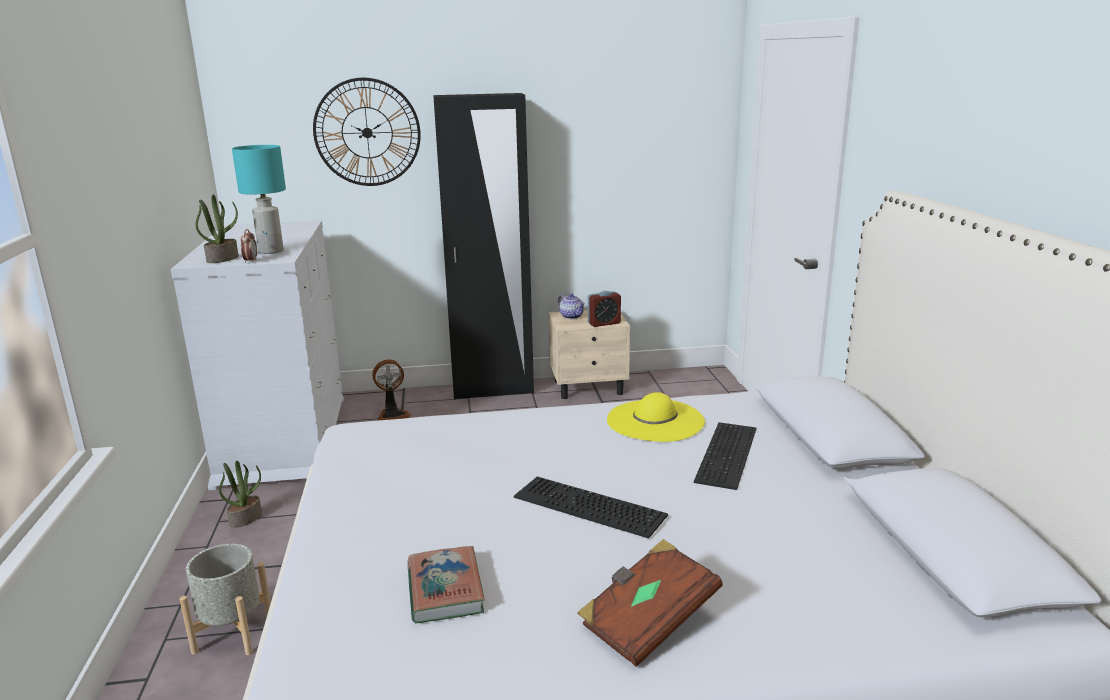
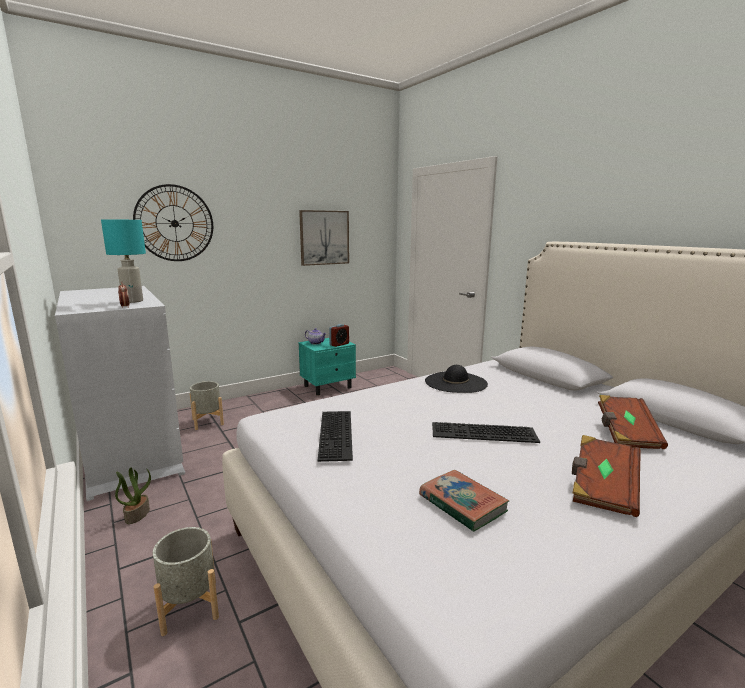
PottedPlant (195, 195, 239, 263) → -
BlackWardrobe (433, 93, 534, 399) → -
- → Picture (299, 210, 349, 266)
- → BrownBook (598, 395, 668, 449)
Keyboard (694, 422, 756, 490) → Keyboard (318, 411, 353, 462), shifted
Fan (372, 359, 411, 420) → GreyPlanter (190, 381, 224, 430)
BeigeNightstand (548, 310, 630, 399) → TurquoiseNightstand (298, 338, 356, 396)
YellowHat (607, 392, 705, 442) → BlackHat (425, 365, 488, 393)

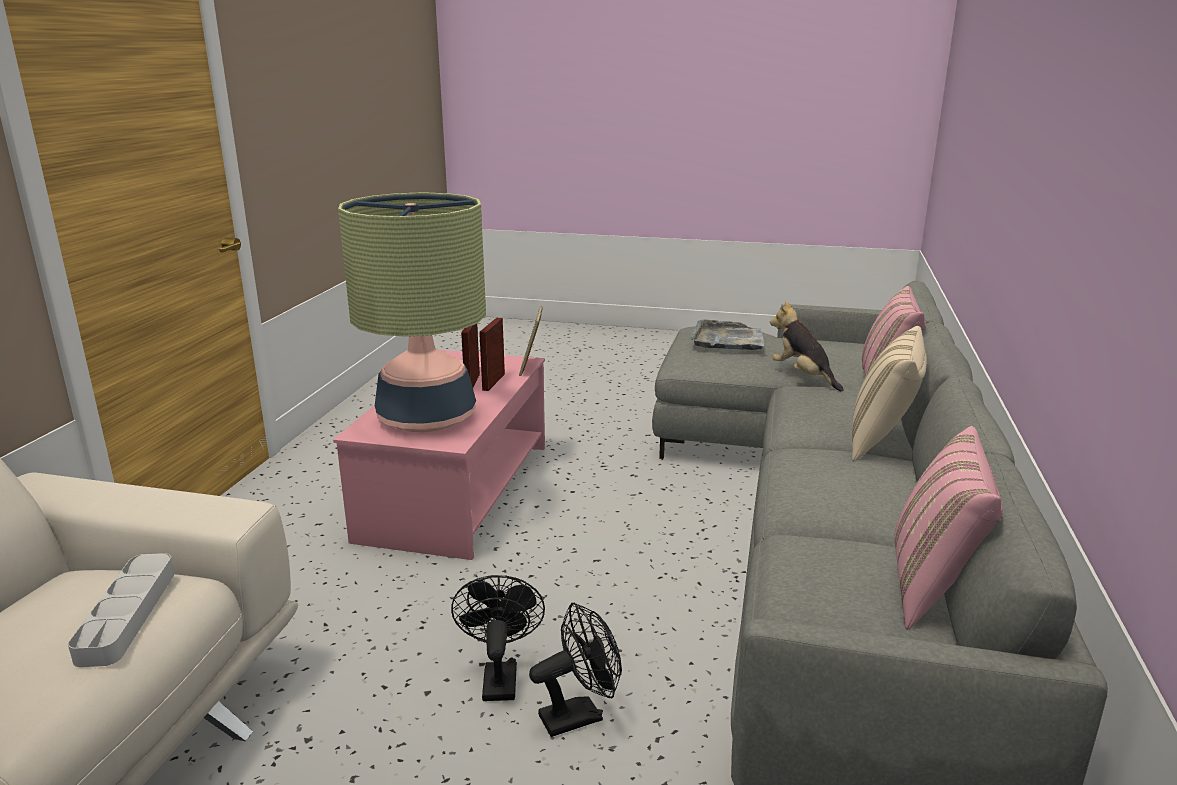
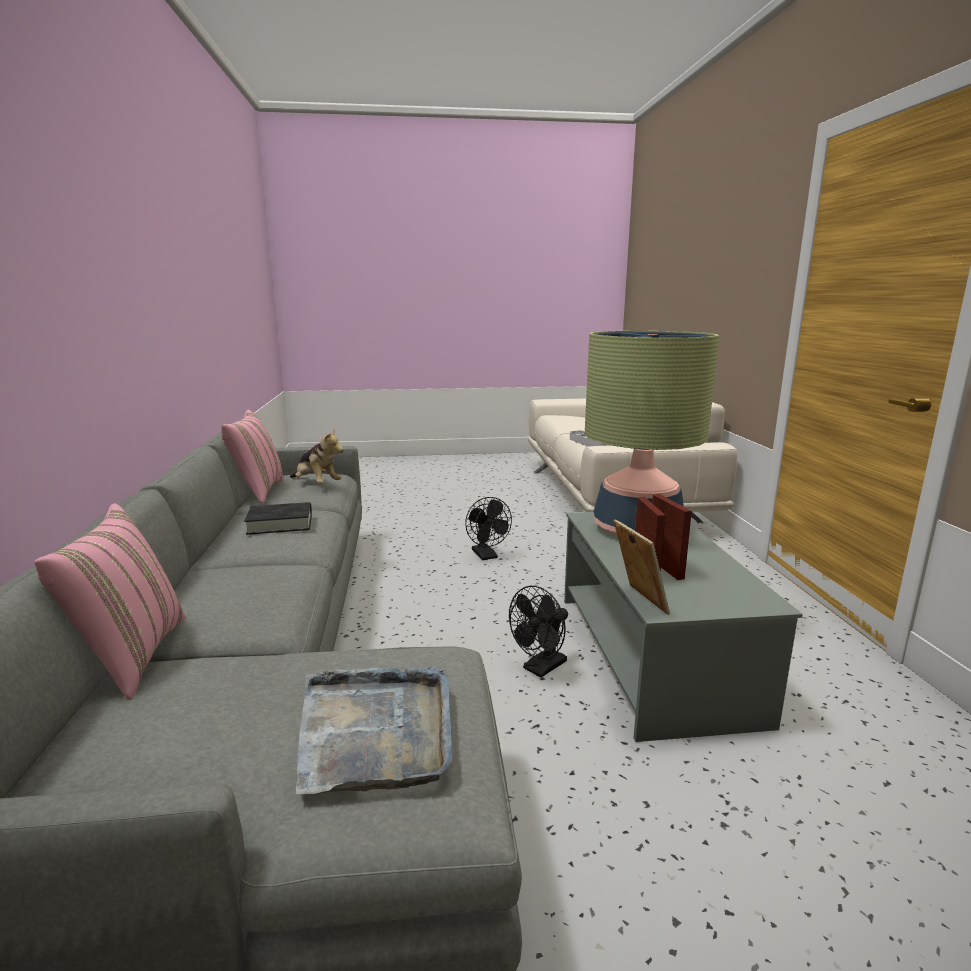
BeigePillow (852, 326, 927, 461) → -
- → BlackBook (244, 502, 312, 535)
BlackFan (529, 603, 622, 737) → BlackFan (509, 586, 568, 678), shifted
PlushToy (770, 301, 844, 392) → PlushToy (290, 428, 344, 483), shifted
PinkCoffeeTable (333, 350, 545, 560) → GreyCoffeeTable (564, 512, 803, 742)

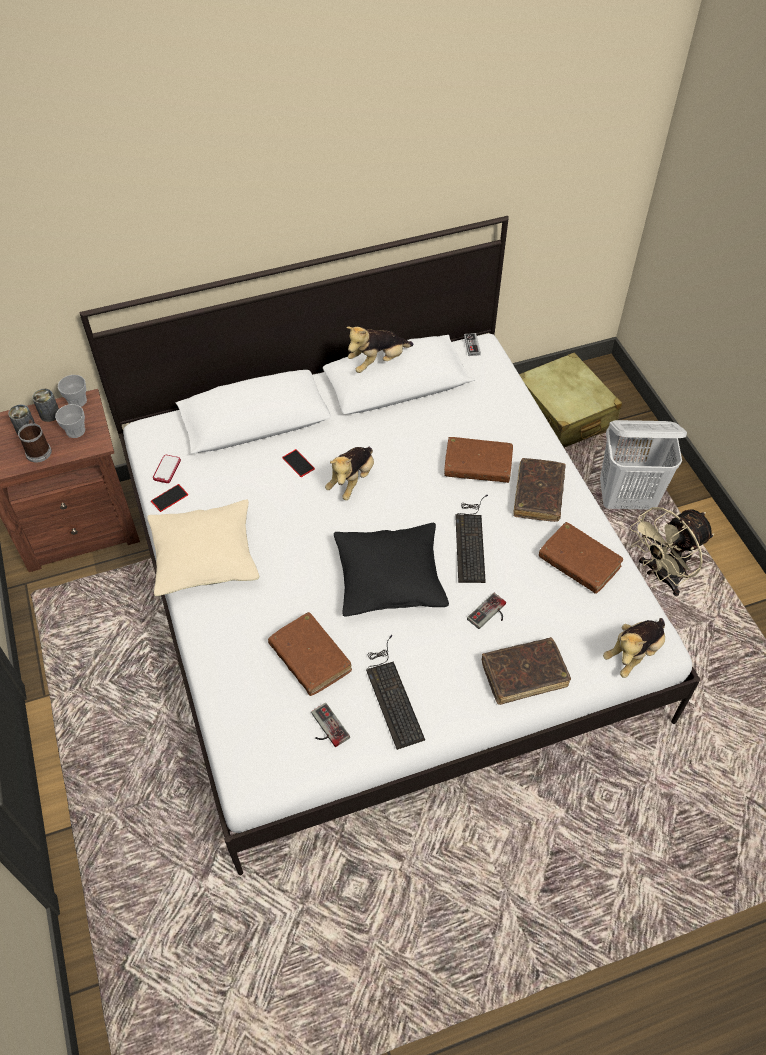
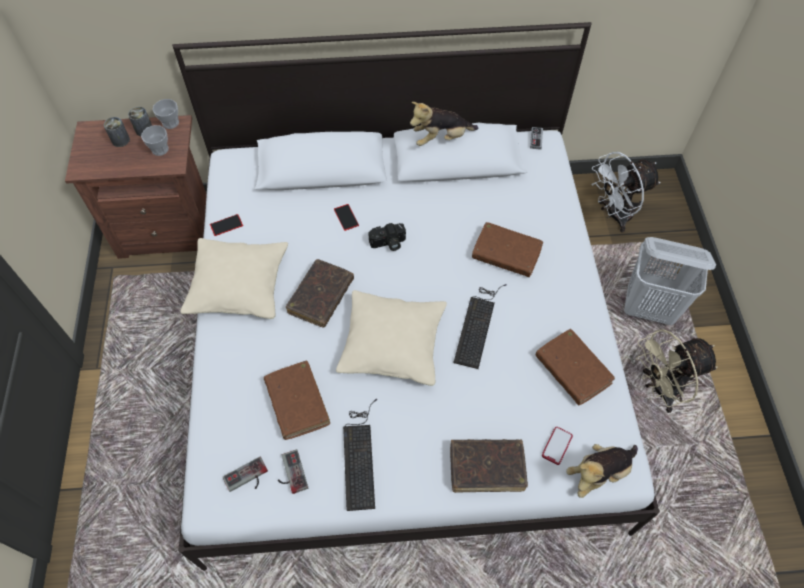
Mug (18, 420, 52, 462) → -
Phone (153, 455, 181, 483) → Phone (542, 427, 573, 465), shifted
GameController (467, 593, 506, 629) → GameController (223, 457, 268, 492), shifted
BrownBook (513, 458, 566, 522) → BrownBook (285, 259, 354, 328), shifted
PlushToy (325, 447, 374, 500) → PhotoCamera (368, 223, 406, 251)
BeigeSuitcase (519, 352, 622, 448) → WhiteFan (592, 152, 660, 233)
BlackPillow (334, 523, 449, 617) → BeigePillow (336, 290, 447, 386)

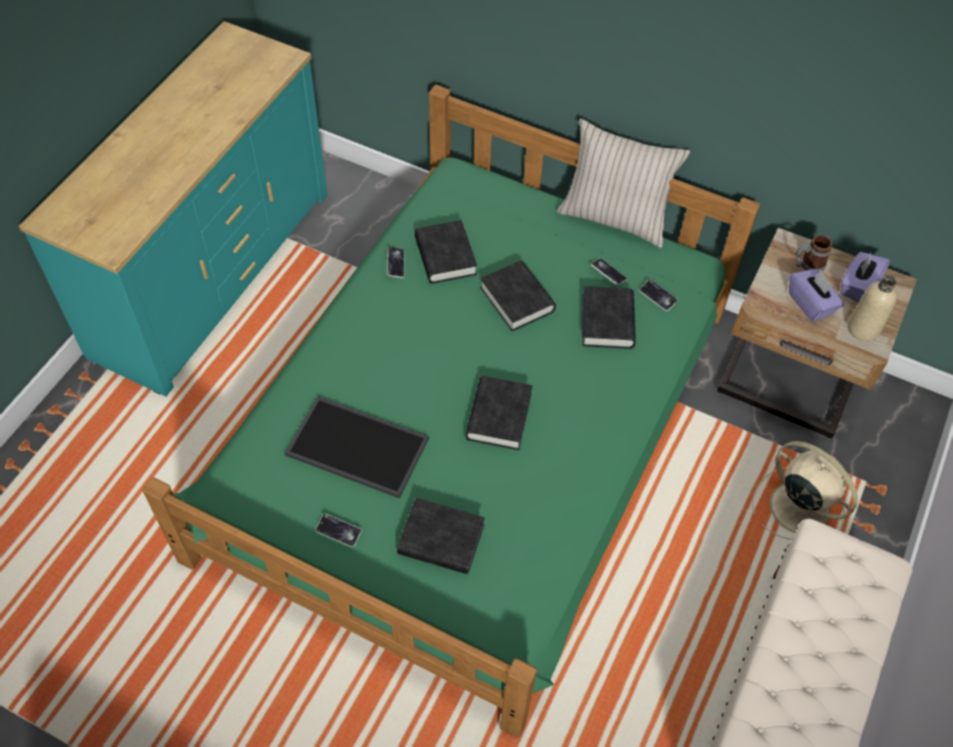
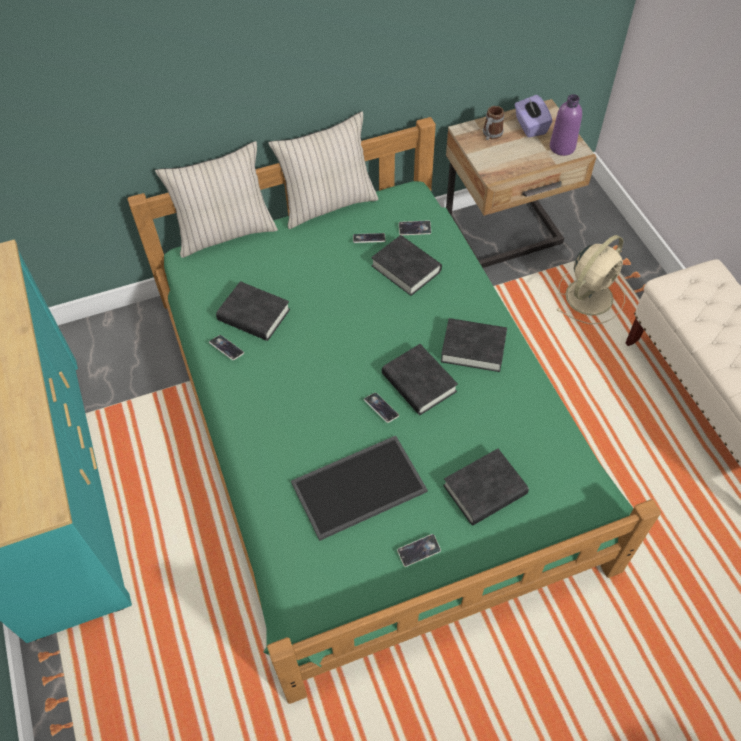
PurpleTissueBox (789, 269, 844, 322) → -
- → BeigePillow (155, 141, 278, 258)
- → Phone (364, 393, 399, 423)
BlackBook (480, 261, 556, 331) → BlackBook (441, 318, 507, 372), shifted
BeigeBottle (848, 275, 897, 341) → PurpleBottle (550, 94, 582, 156)
BeigeFan (752, 441, 858, 540) → BeigeFan (556, 235, 625, 324), 135 degrees clockwise

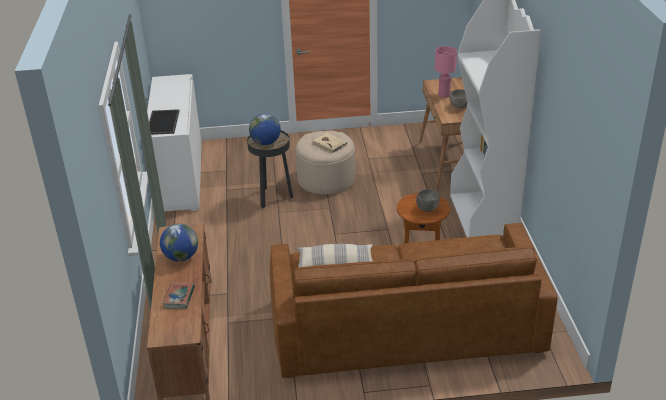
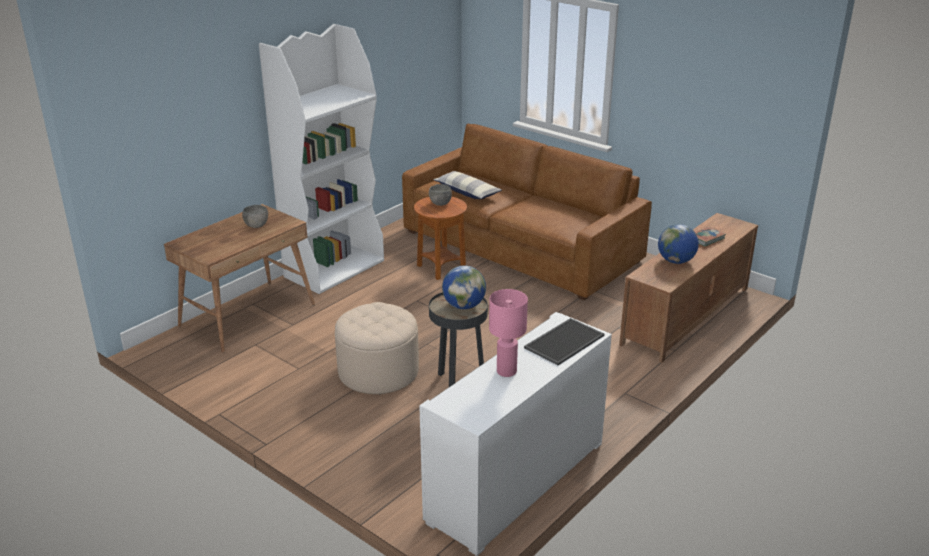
BeigeBook (313, 133, 347, 153) → -
Pillow (298, 244, 373, 268) → Pillow (433, 171, 502, 199), shifted
PinkTableLamp (435, 46, 457, 98) → PinkTableLamp (489, 289, 528, 377), shifted

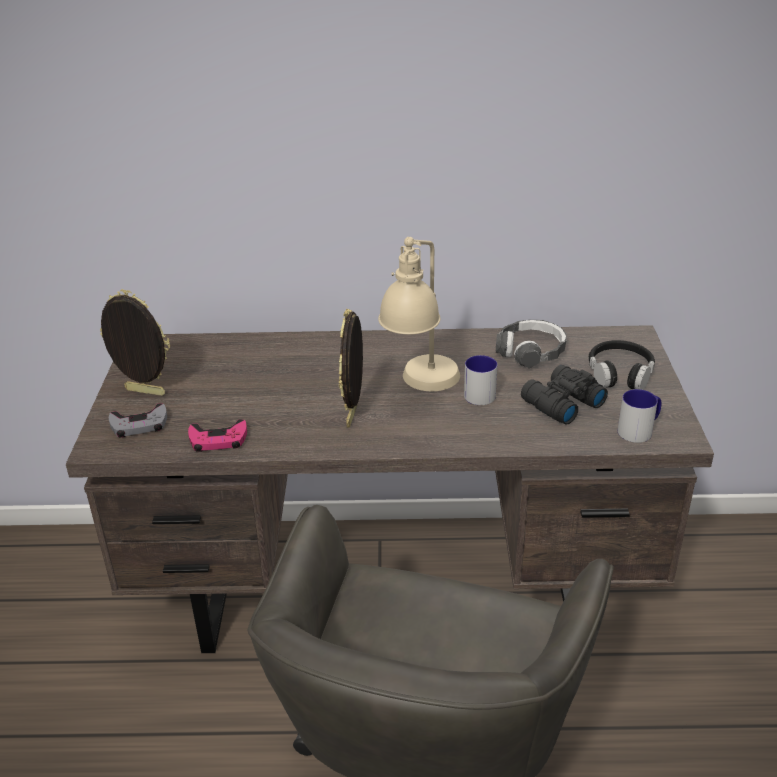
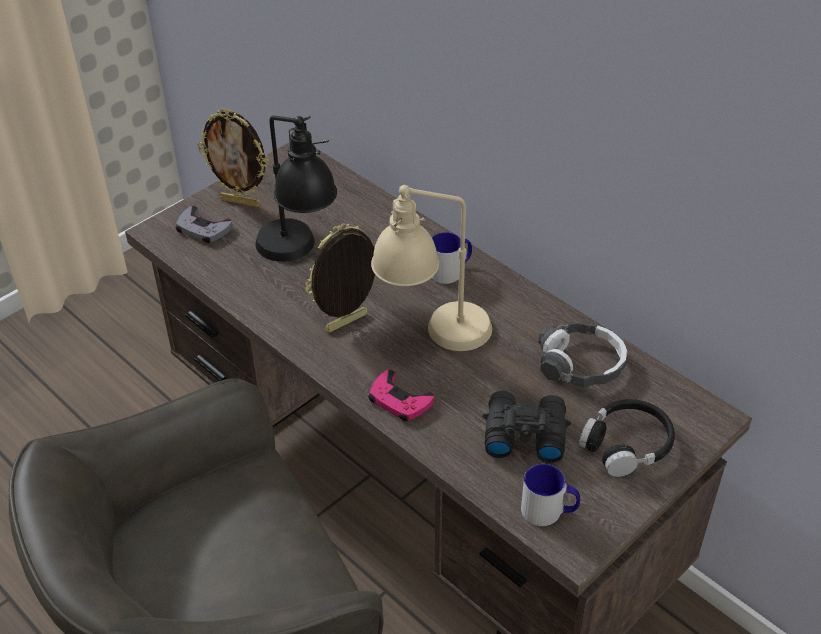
- → BlackTableLamp (255, 116, 337, 262)
PinkGameController (188, 419, 247, 452) → PinkGameController (368, 369, 434, 421), shifted
Mug (464, 355, 497, 405) → Mug (432, 232, 472, 284), shifted
PictureFrame (100, 289, 170, 396) → PictureFrame (198, 109, 268, 207), 135 degrees clockwise

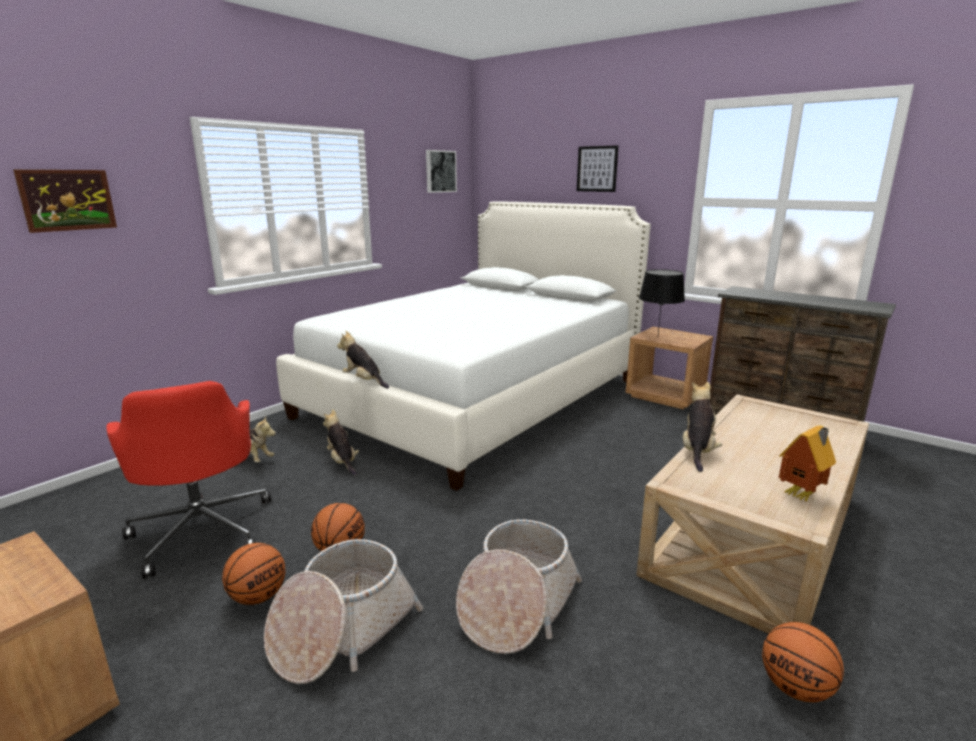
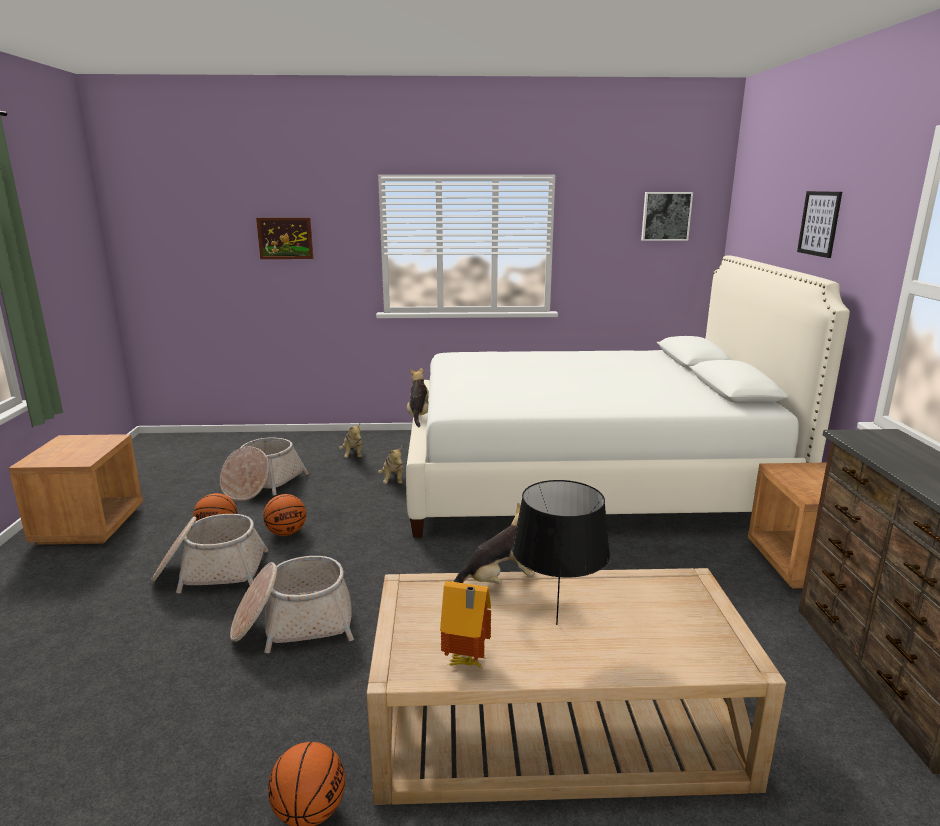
BlackTableLamp (639, 269, 685, 338) → BlackTableLamp (512, 480, 610, 625), shifted
RedOfficeChair (106, 381, 271, 579) → Basket (220, 438, 309, 501)
PlushToy (323, 409, 359, 476) → PlushToy (378, 446, 403, 484), 150 degrees clockwise

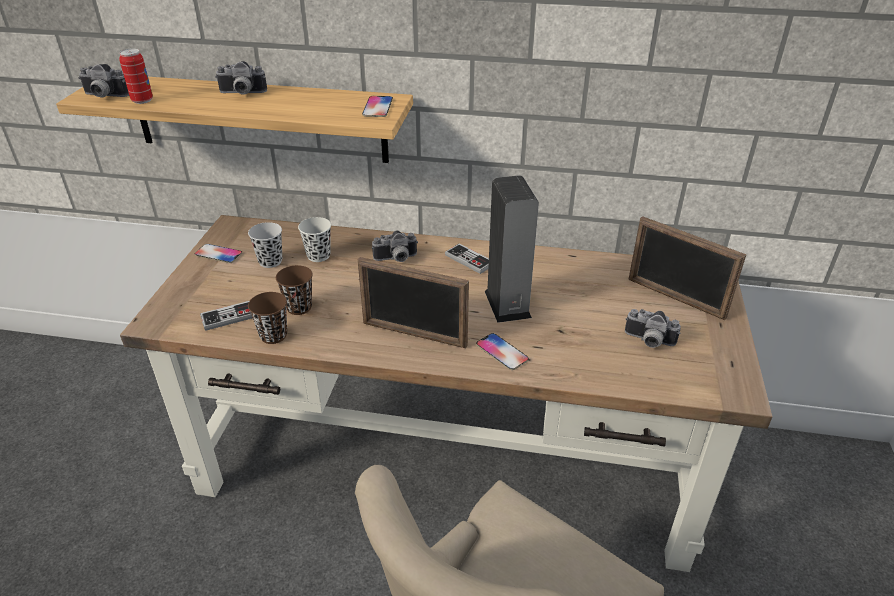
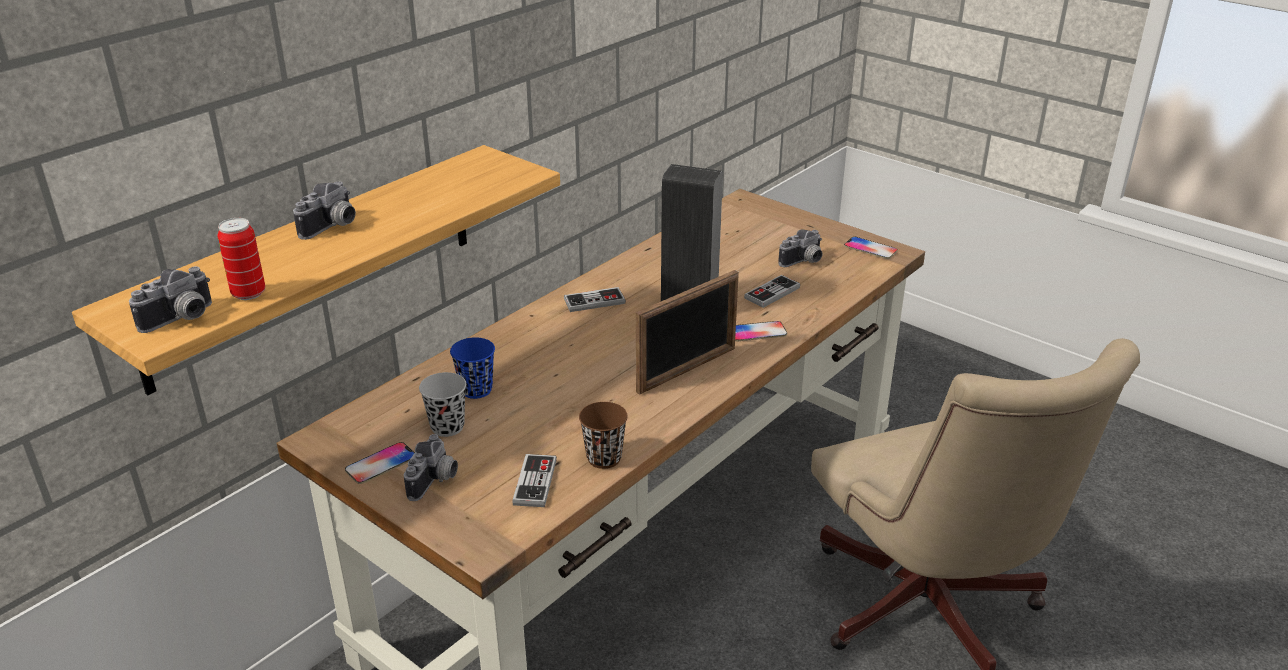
BrownCup (276, 265, 313, 315) → -
PictureFrame (628, 216, 746, 320) → -
- → GameController (744, 275, 800, 308)
Phone (362, 96, 393, 117) → Phone (844, 237, 898, 259), shifted
PhotoCamera (372, 230, 418, 262) → PhotoCamera (404, 434, 458, 501), shifted
WhiteCup (298, 217, 331, 262) → BlueCup (450, 337, 495, 399)

